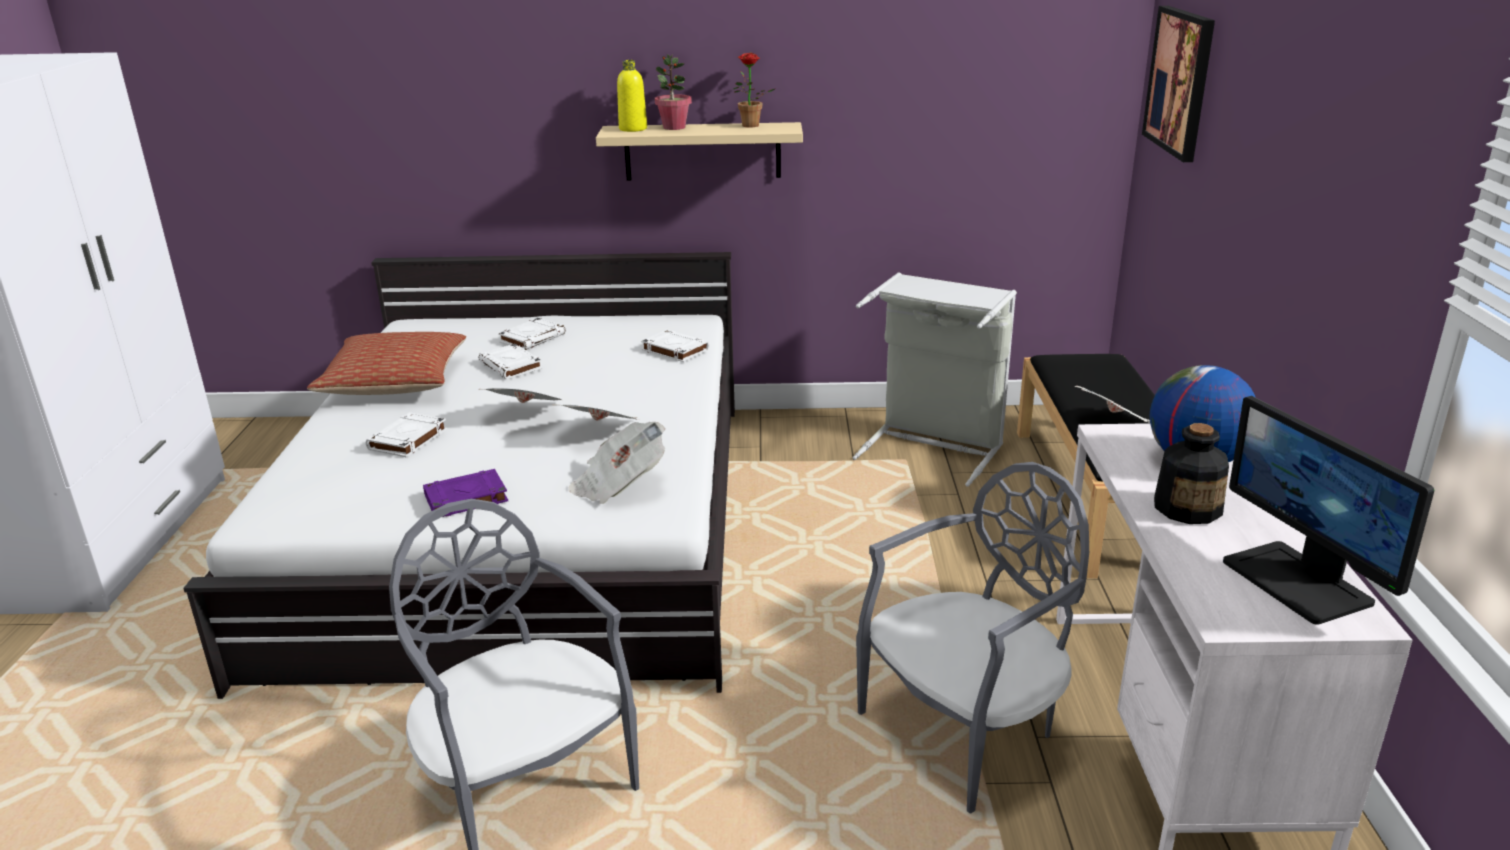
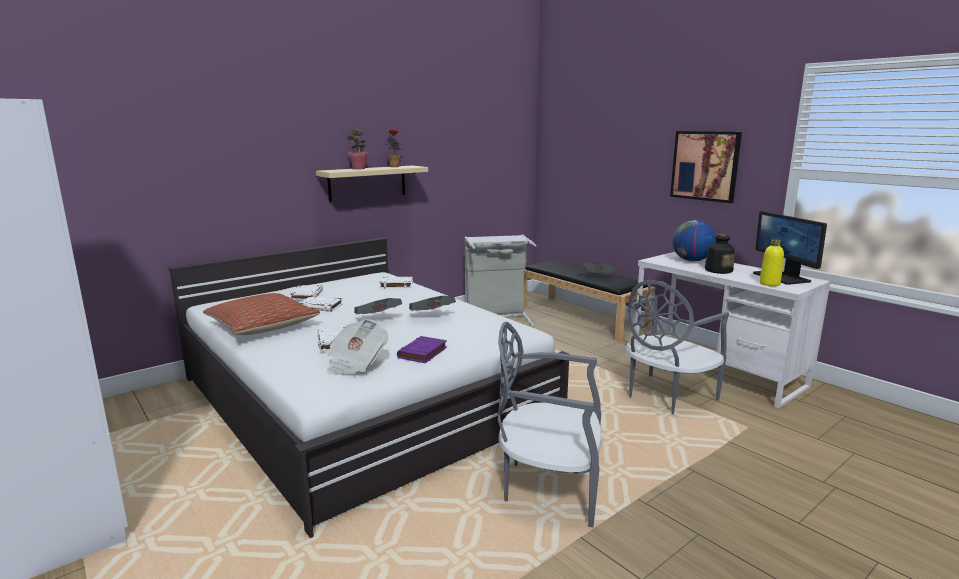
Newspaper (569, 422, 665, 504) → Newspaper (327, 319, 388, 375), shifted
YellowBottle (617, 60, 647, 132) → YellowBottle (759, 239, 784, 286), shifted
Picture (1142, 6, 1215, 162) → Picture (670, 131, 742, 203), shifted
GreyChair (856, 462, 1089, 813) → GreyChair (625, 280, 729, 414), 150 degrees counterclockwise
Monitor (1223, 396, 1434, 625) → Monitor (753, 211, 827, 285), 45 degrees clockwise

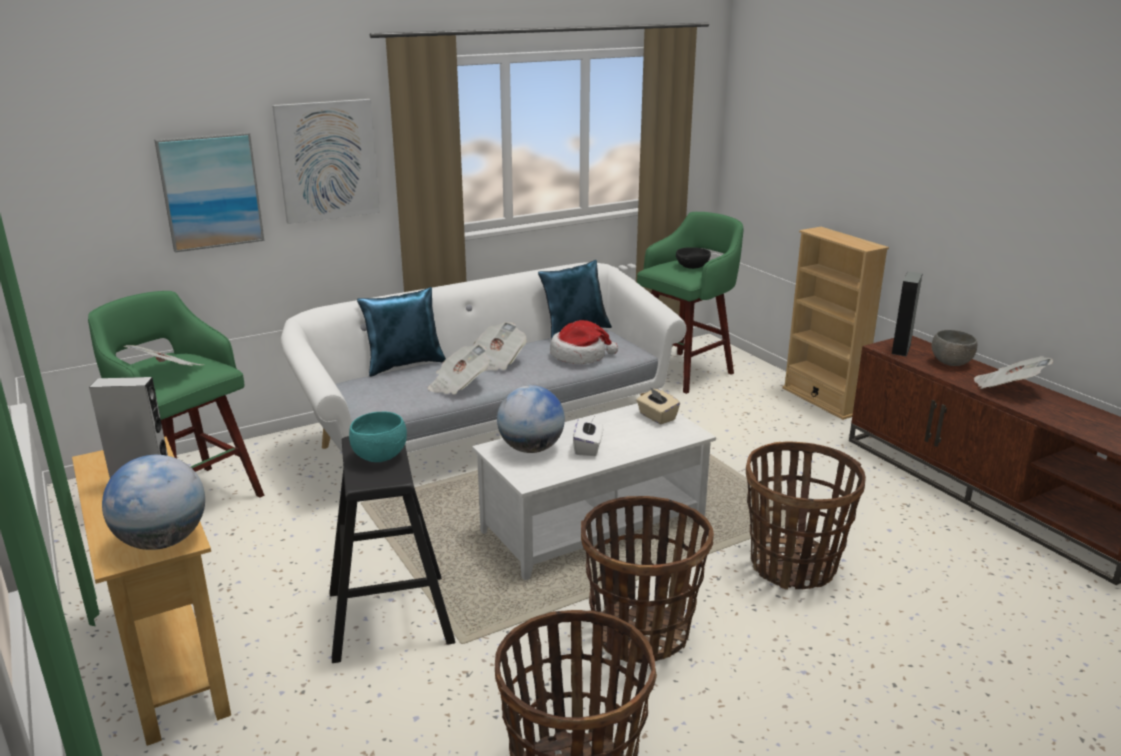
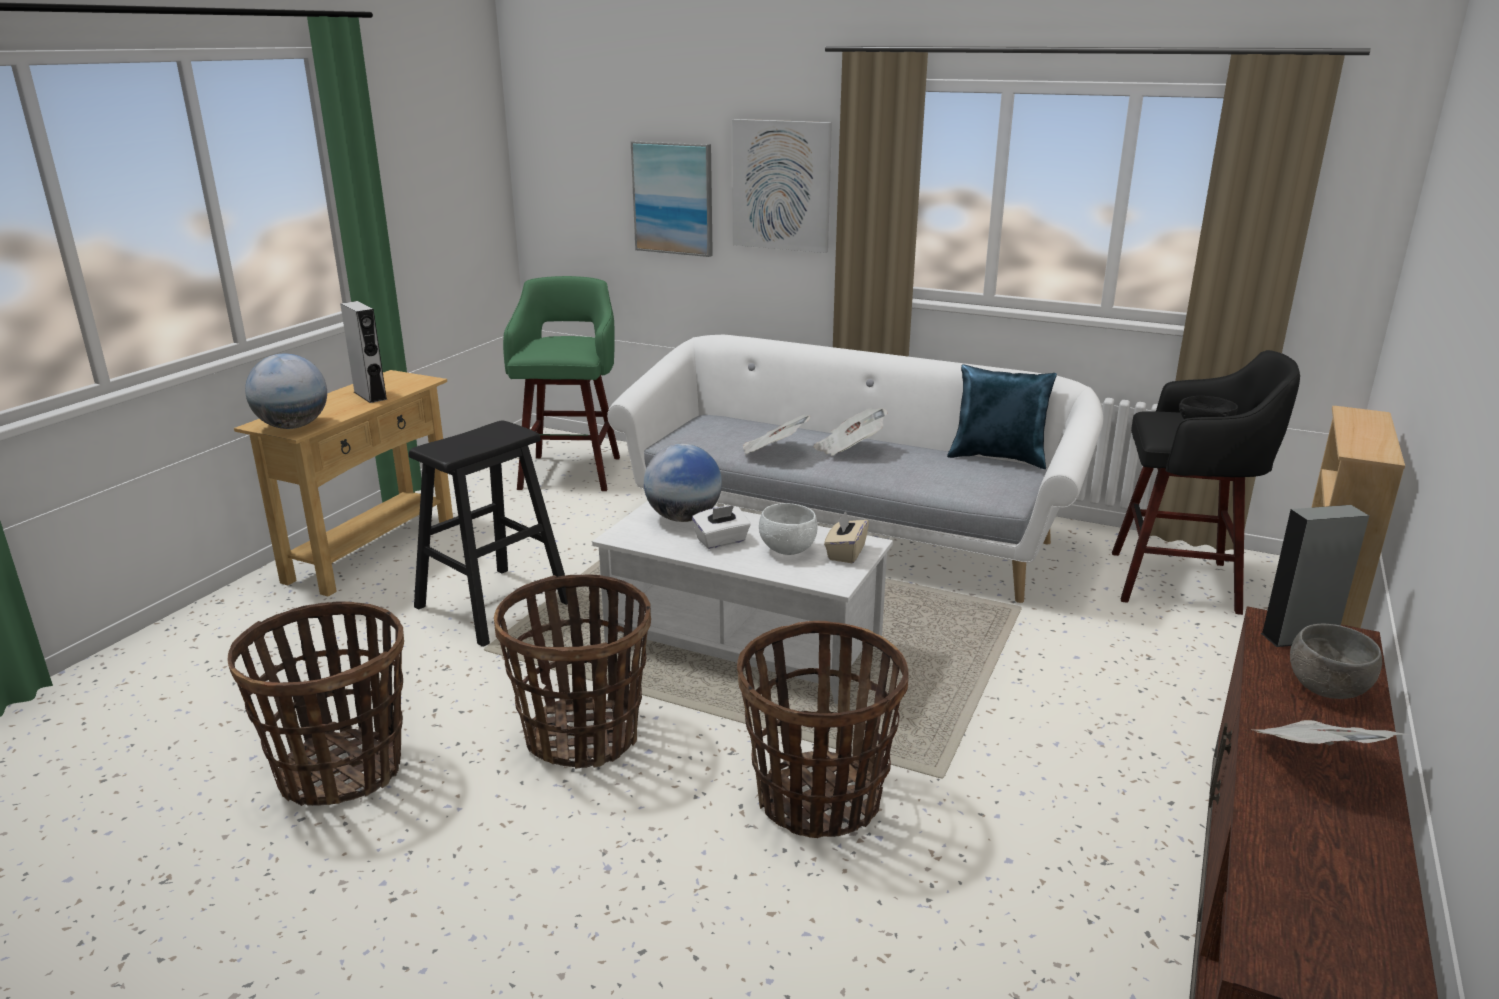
Newspaper (124, 345, 204, 366) → -
TurquoiseBowl (349, 411, 407, 462) → -
BluePillow (357, 287, 446, 377) → -
Hat (550, 320, 618, 364) → -
- → WhiteBowl (759, 503, 818, 555)
GreenStool (637, 212, 744, 394) → BlackStool (1112, 350, 1300, 615)

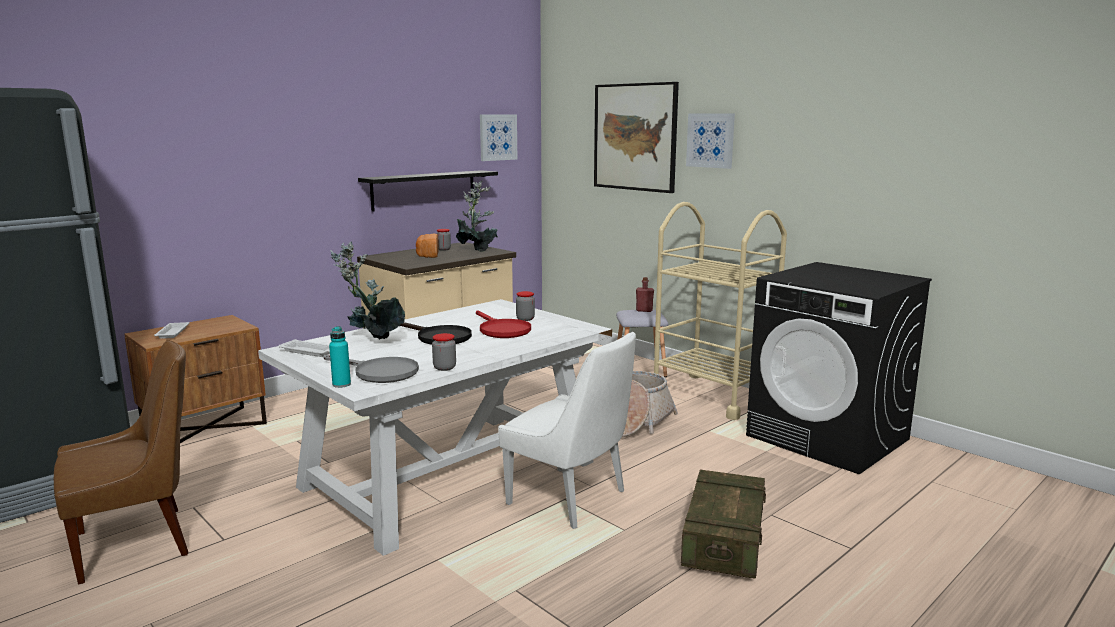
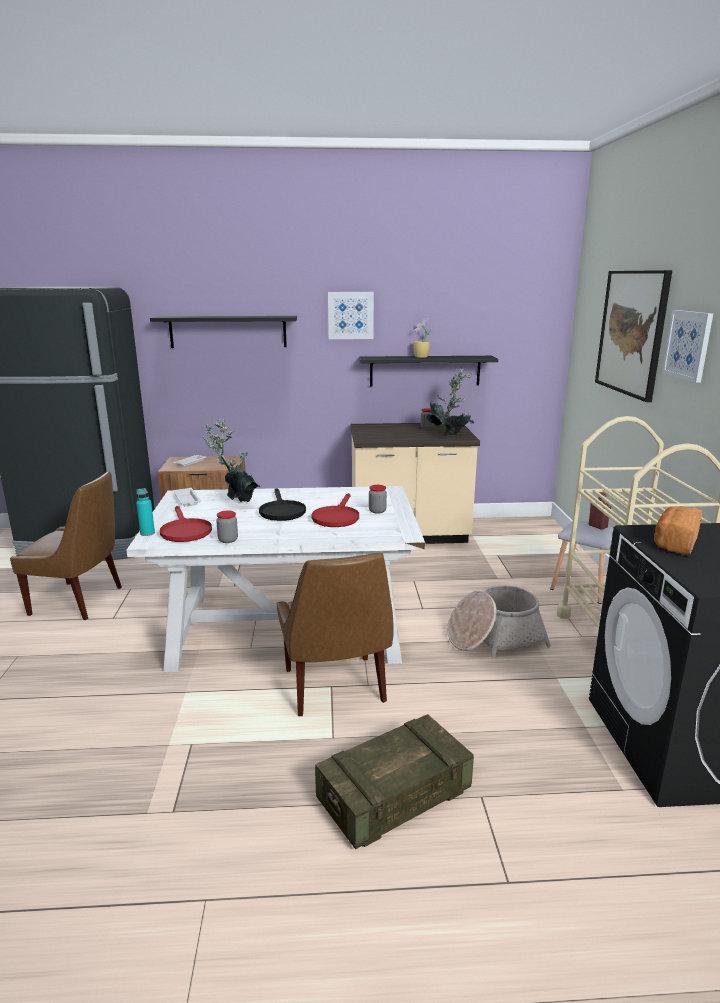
- → BlackShelf (150, 316, 297, 348)
- → PottedPlant (413, 318, 431, 358)
Bread (416, 233, 439, 258) → Bread (654, 506, 703, 555), shifted
Picture (480, 114, 517, 161) → Picture (328, 292, 374, 339), shifted
GreyFryingPan (324, 355, 419, 383) → RedFryingPan (160, 506, 212, 542)
WhiteChair (498, 332, 636, 529) → BrownChair (277, 552, 394, 716)

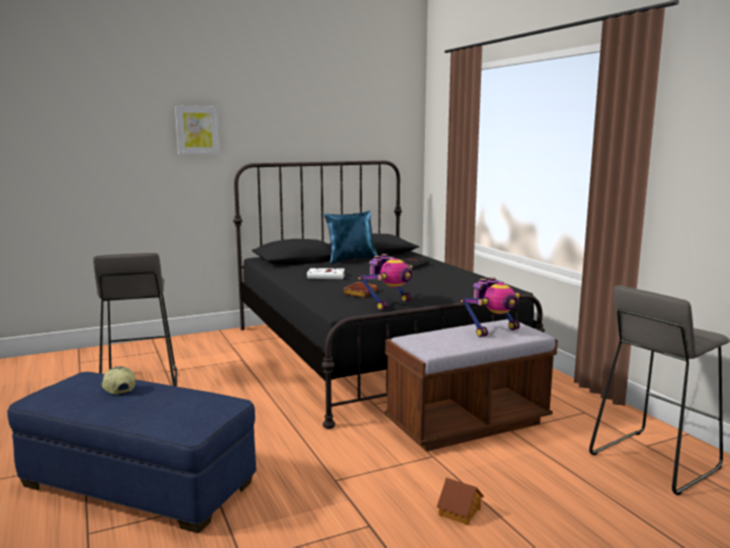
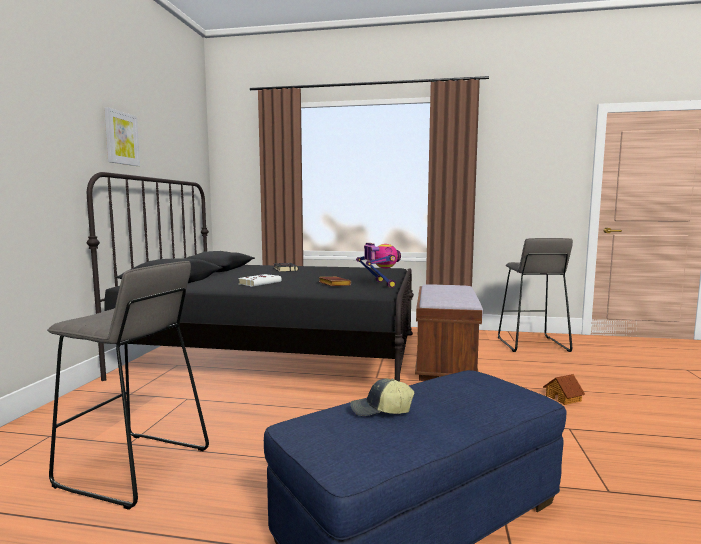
BluePillow (324, 211, 378, 265) → -
ToyRobot (461, 277, 521, 337) → -
Picture (175, 106, 220, 154) → Picture (104, 107, 140, 166), shifted

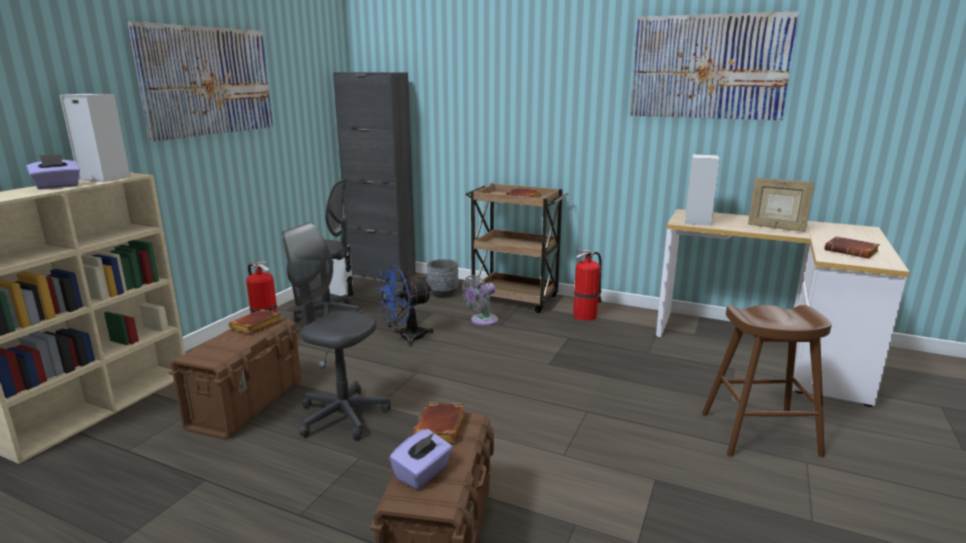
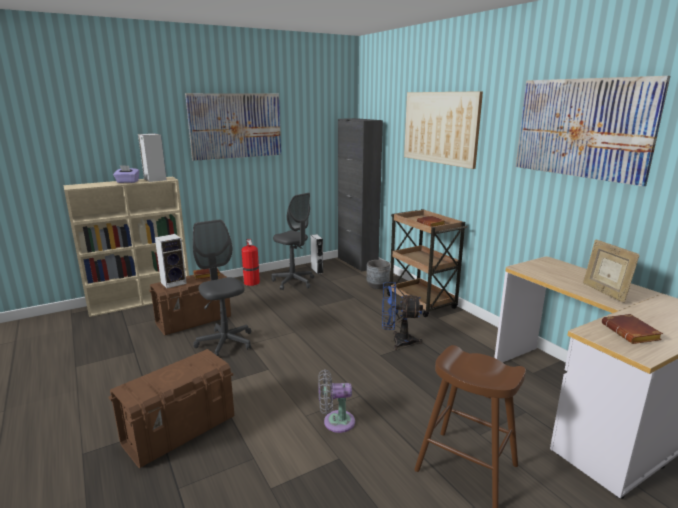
PurpleTissueBox (389, 429, 452, 489) → -
BrownBook (412, 403, 466, 443) → -
FireExtinguisher (573, 249, 602, 321) → -
- → Picture (404, 91, 483, 169)
BlueFan (376, 265, 433, 347) → BlueFan (382, 282, 423, 350), shifted
GreyFan (462, 275, 498, 326) → GreyFan (318, 370, 355, 433), shifted
Speaker (685, 154, 720, 226) → Speaker (155, 234, 187, 288), shifted

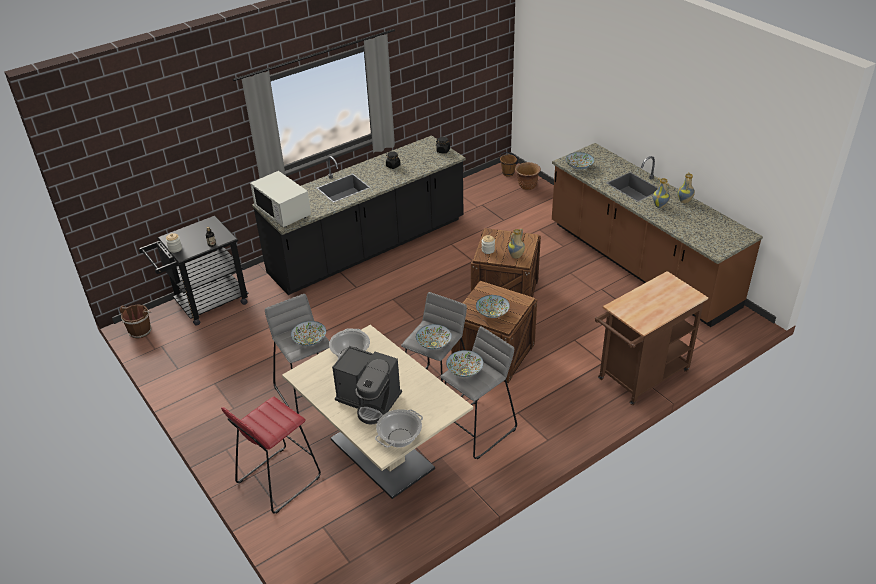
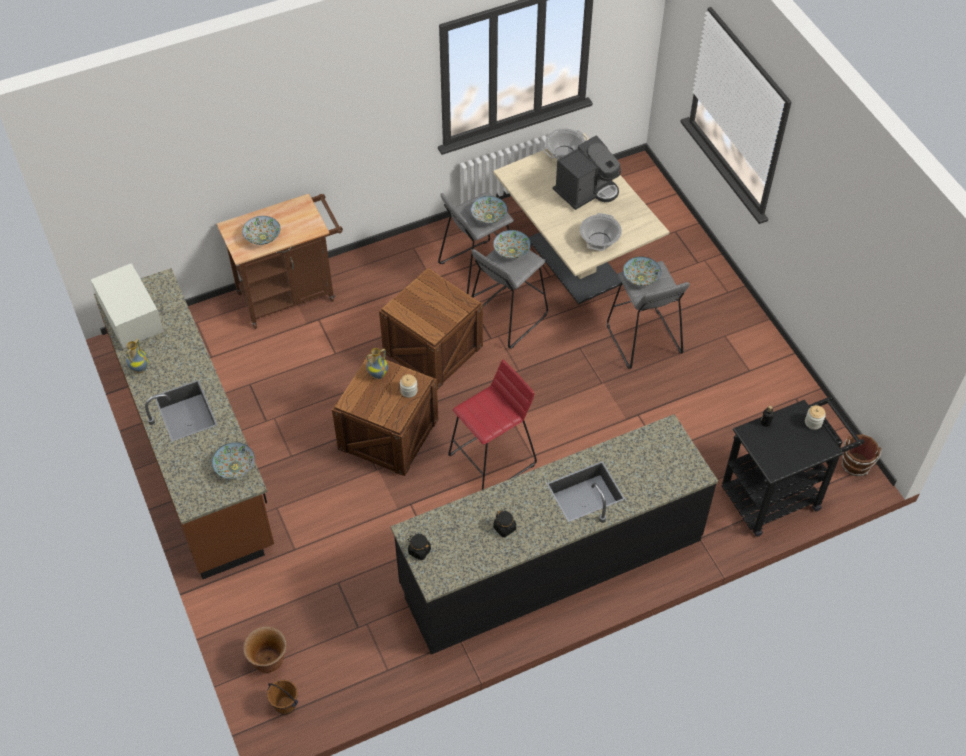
Vase (653, 178, 670, 208) → -
RedStool (221, 397, 321, 513) → RedStool (448, 360, 537, 490), shifted
WhiteMicrowave (250, 171, 311, 227) → WhiteMicrowave (91, 263, 164, 349), shifted
Bowl (476, 295, 510, 318) → Bowl (242, 216, 280, 245), shifted
CoffeeMachine (332, 346, 402, 425) → CoffeeMachine (553, 135, 621, 210), 105 degrees clockwise

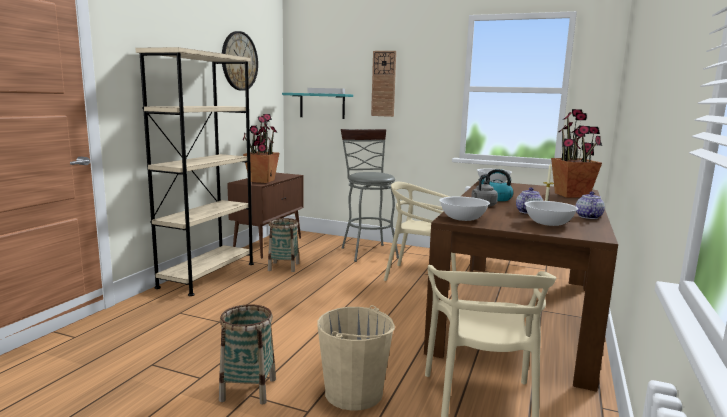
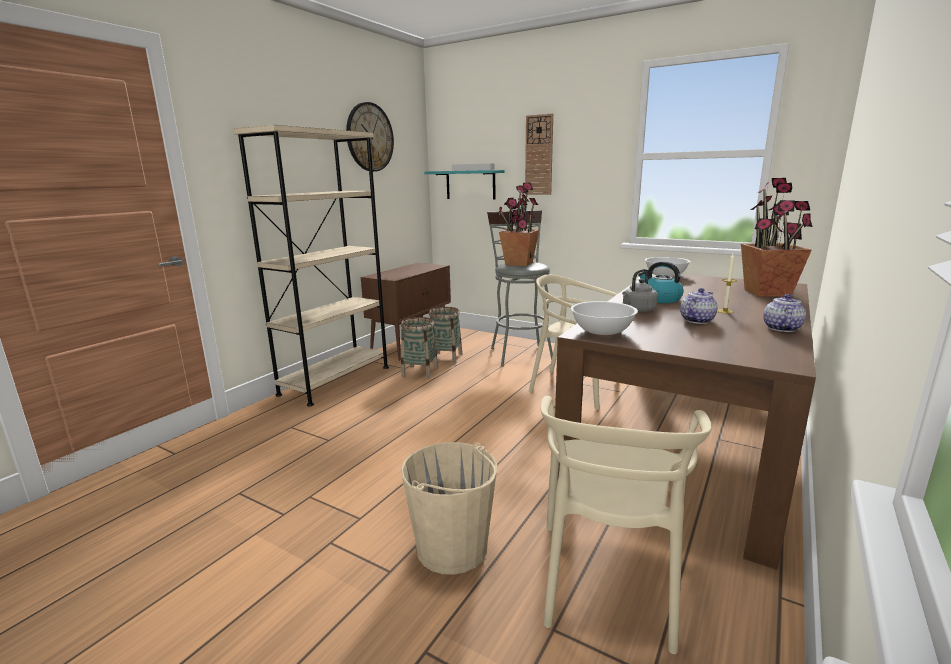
WhiteBowl (524, 201, 578, 226) → -
Basket (219, 304, 276, 405) → Basket (429, 307, 463, 364), shifted
PottedPlant (243, 114, 279, 183) → PottedPlant (498, 183, 539, 266), shifted

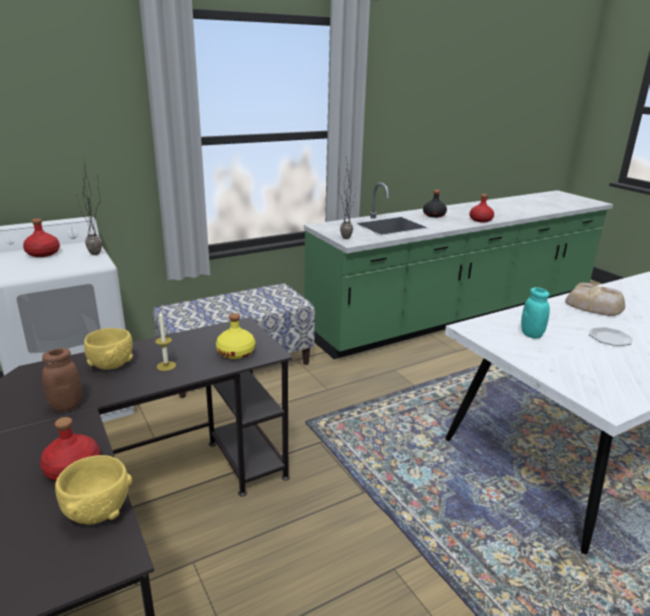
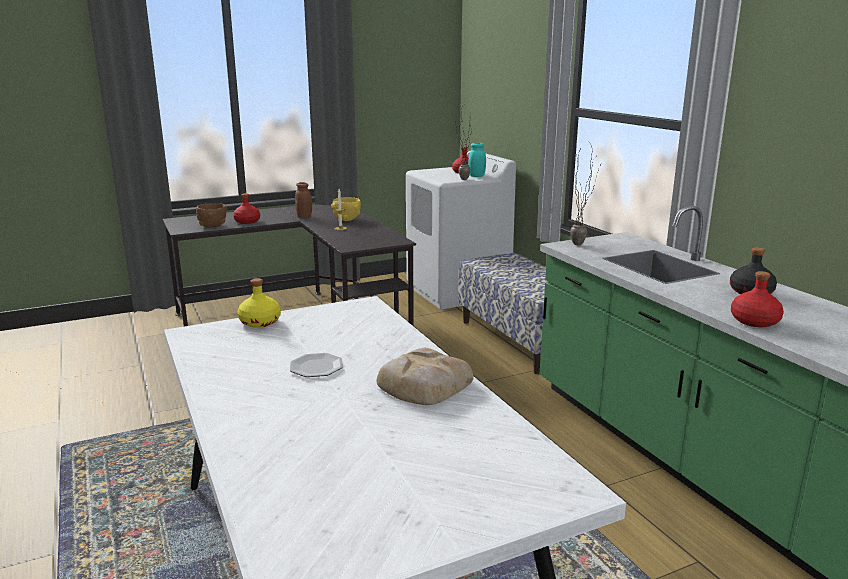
YellowBottle (216, 313, 255, 359) → YellowBottle (238, 278, 281, 328), shifted
TurquoiseJar (521, 287, 550, 338) → TurquoiseJar (468, 143, 486, 177), shifted
YellowBowl (55, 455, 132, 524) → BrownBowl (196, 203, 227, 228)

